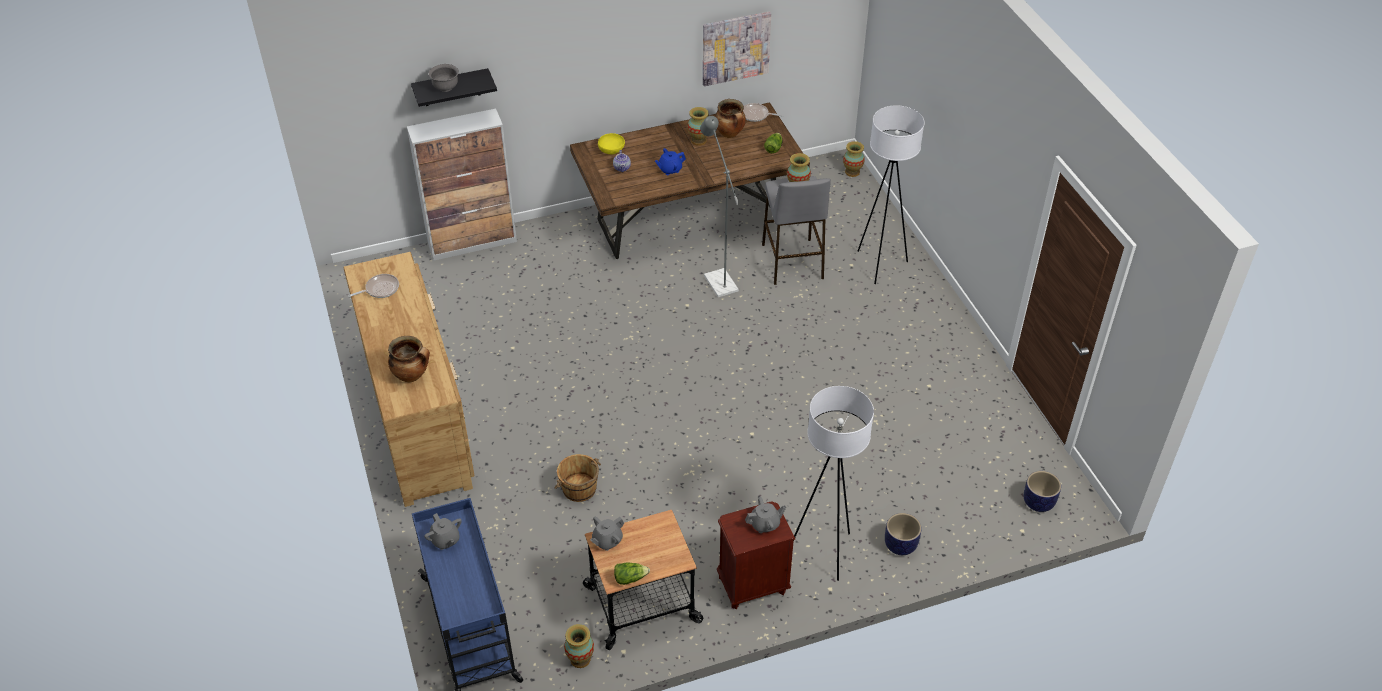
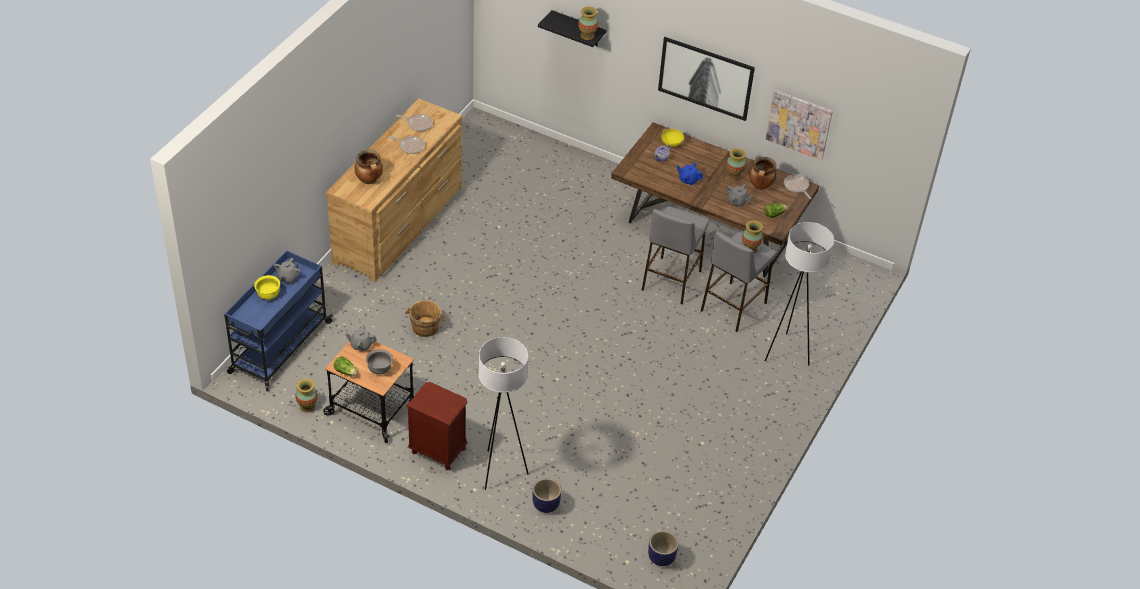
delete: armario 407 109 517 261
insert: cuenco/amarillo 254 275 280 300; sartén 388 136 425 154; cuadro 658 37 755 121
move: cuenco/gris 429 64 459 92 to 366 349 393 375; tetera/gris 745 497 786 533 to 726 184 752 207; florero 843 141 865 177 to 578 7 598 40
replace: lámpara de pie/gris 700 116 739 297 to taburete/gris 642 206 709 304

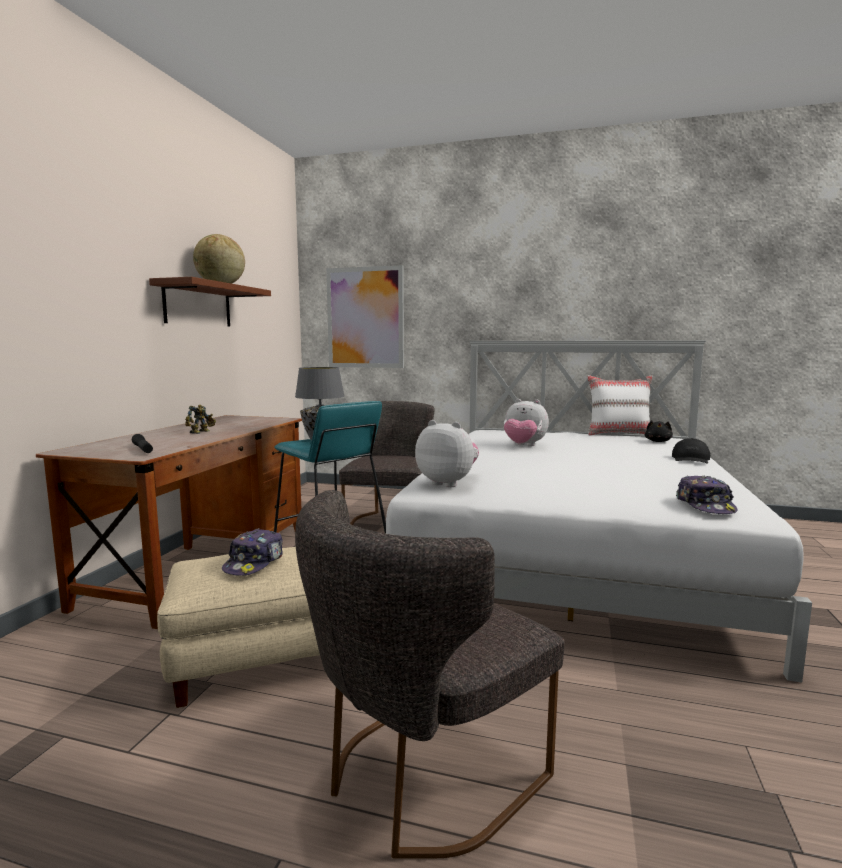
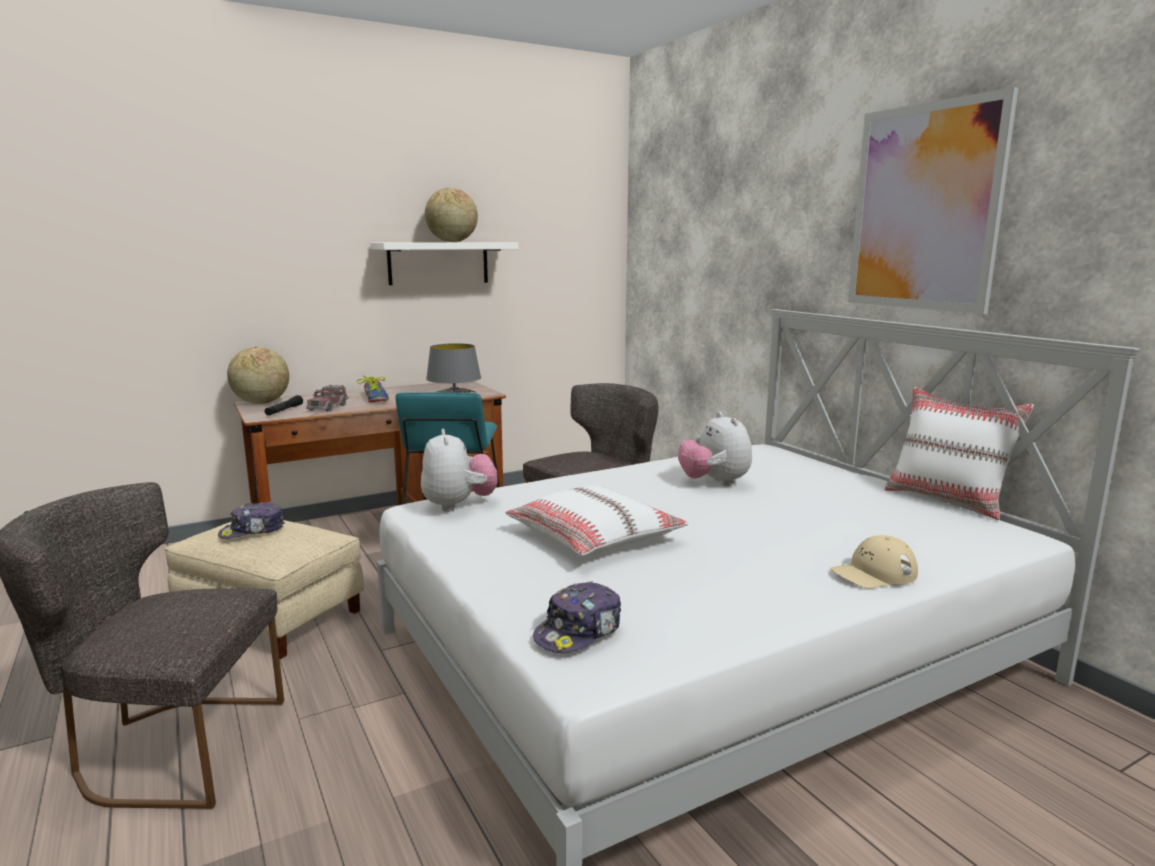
delete: peluche/negro 645 420 673 442
insert: globo terráqueo 227 347 289 404; camión de juguete 306 385 349 411; cojín/blanco 505 486 689 556
move: cuadro 326 265 404 368 to 848 87 1018 314
replace: robot de juguete 185 405 216 434 to zapato 357 375 389 402
recolor: estante/marrón 149 277 271 327 to estante/blanco 370 243 519 285; gorra/negro 672 438 710 464 to gorra/beis 830 535 918 589

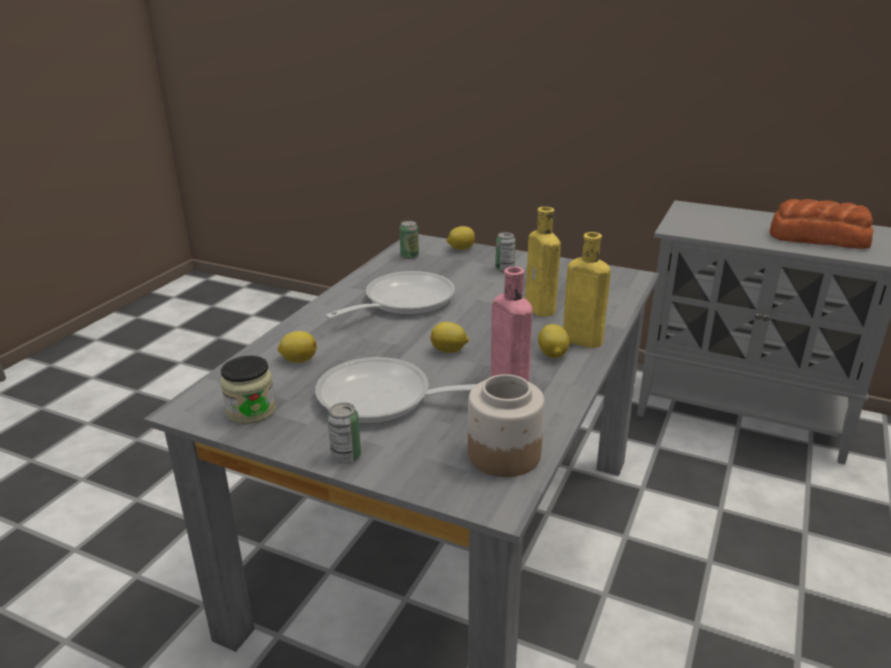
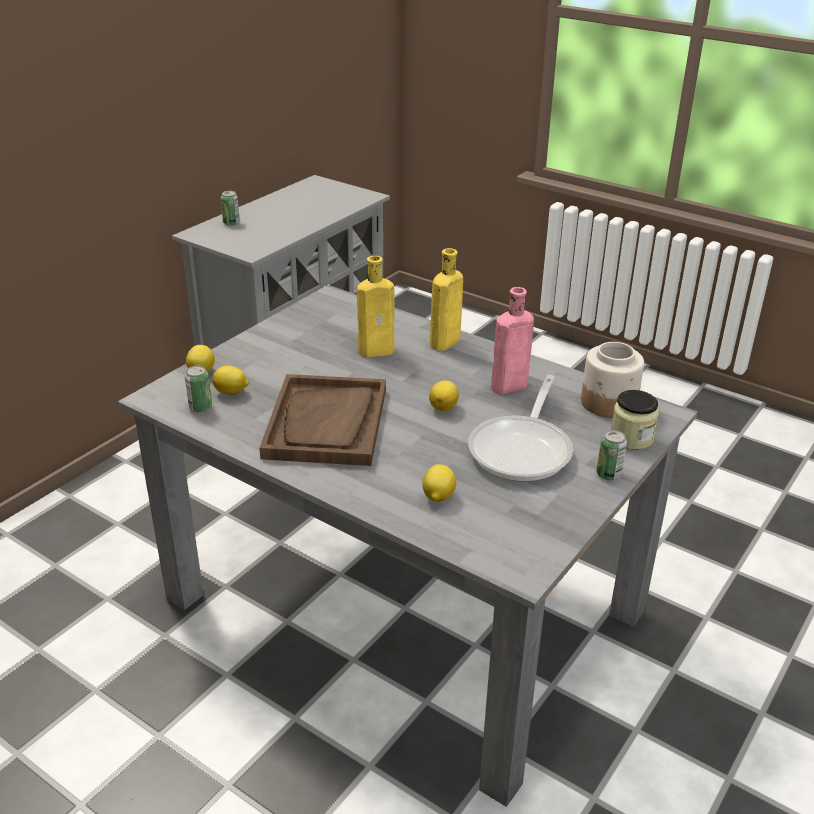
delete: pan 770 199 874 249
move: tarro 220 356 276 424 to 611 390 659 450; lata 495 232 516 272 to 221 191 240 226; limón 538 324 569 358 to 212 366 249 395
replace: sartén 325 271 455 319 to bandeja/marrón 259 374 386 466

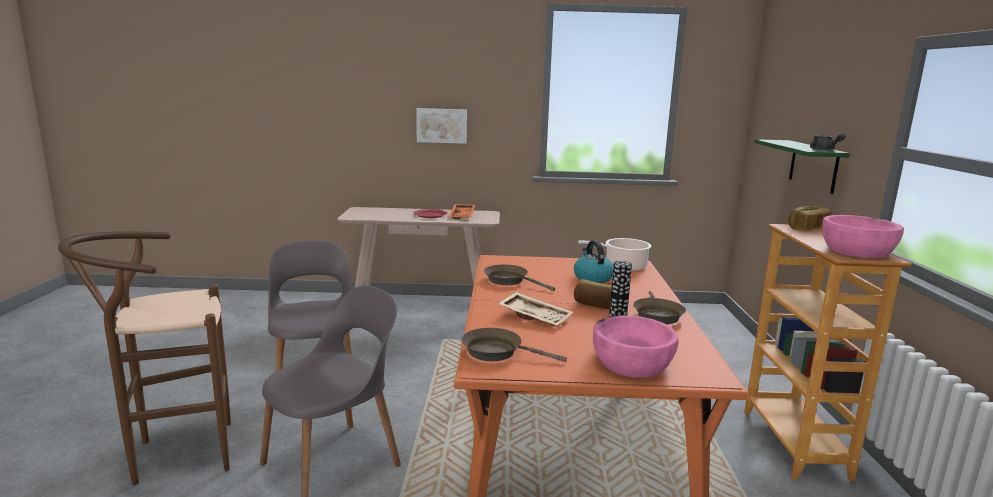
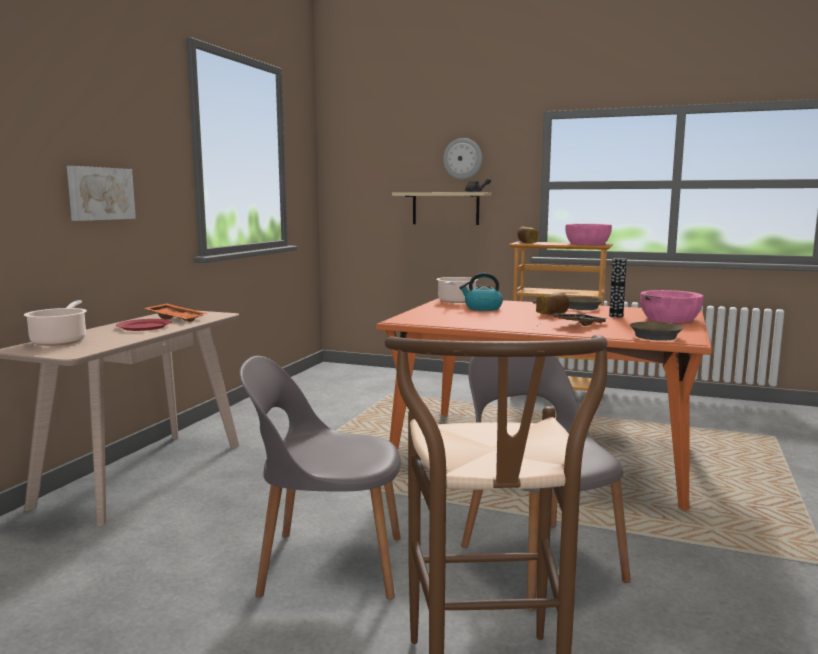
delete: sartén/marrón 484 265 555 291
insert: olla 24 300 87 346; reloj de pared 443 138 482 179
recolor: bandeja/beis 498 292 573 327 to bandeja/negro 550 313 607 326; estante/verde 754 139 850 194 to estante/beis 392 192 491 225

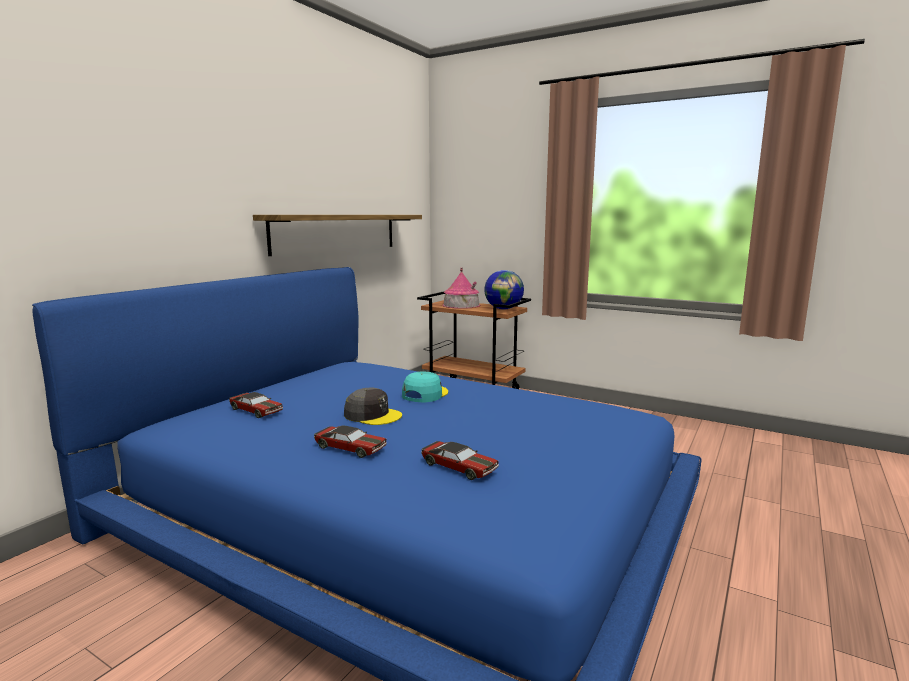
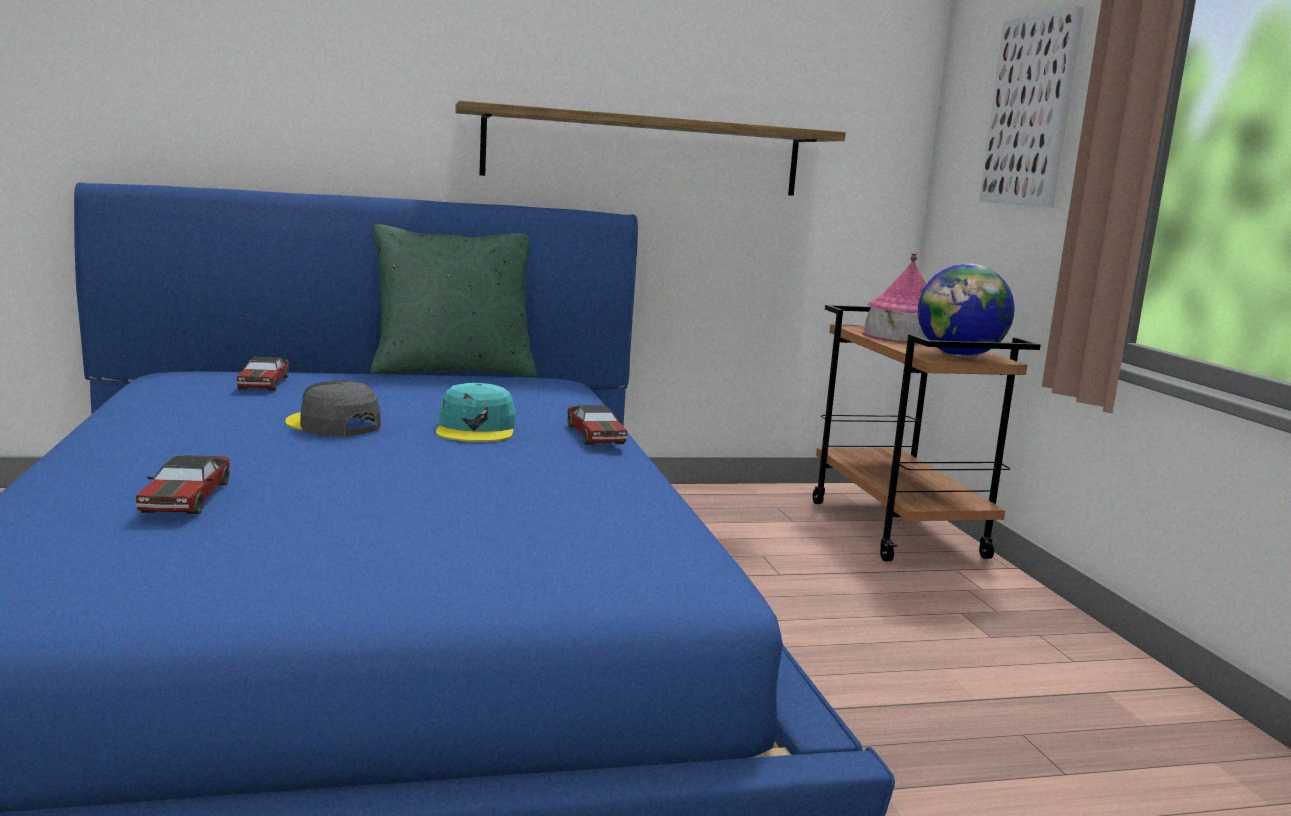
insert: cojín/verde 370 224 536 377; cuadro 979 5 1084 207
move: coche de juguete 314 425 387 458 to 568 405 627 445
rotate: gorra/gris 344 388 402 425 = 285 381 381 437 150 degrees clockwise; gorra/turquesa 402 371 448 403 = 436 383 515 442 105 degrees clockwise

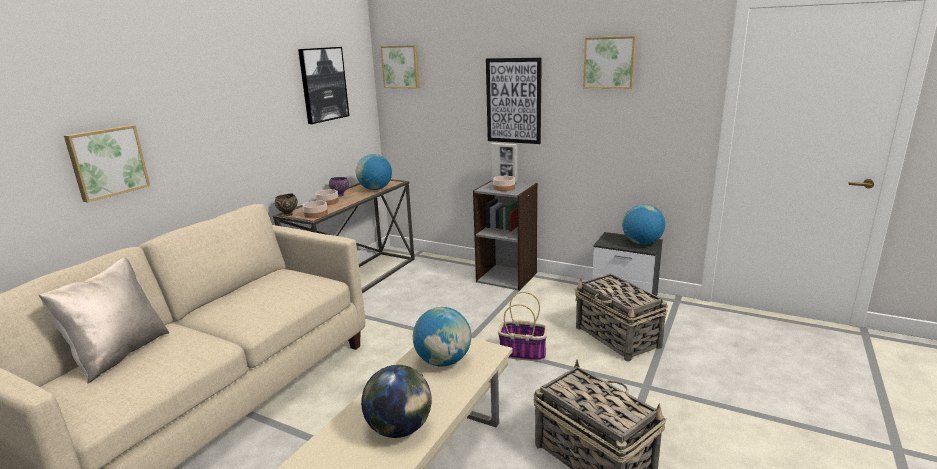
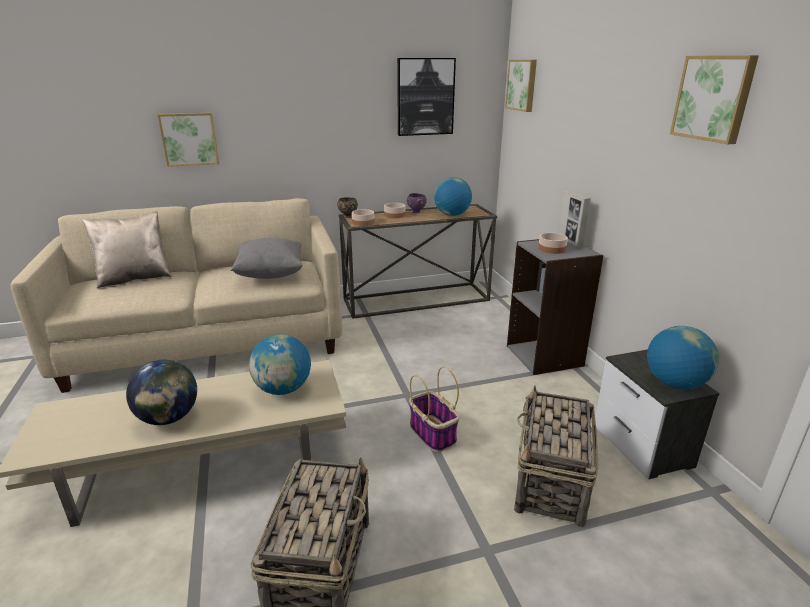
delete: cuadro 486 58 542 144
insert: cojín/gris 230 238 303 279

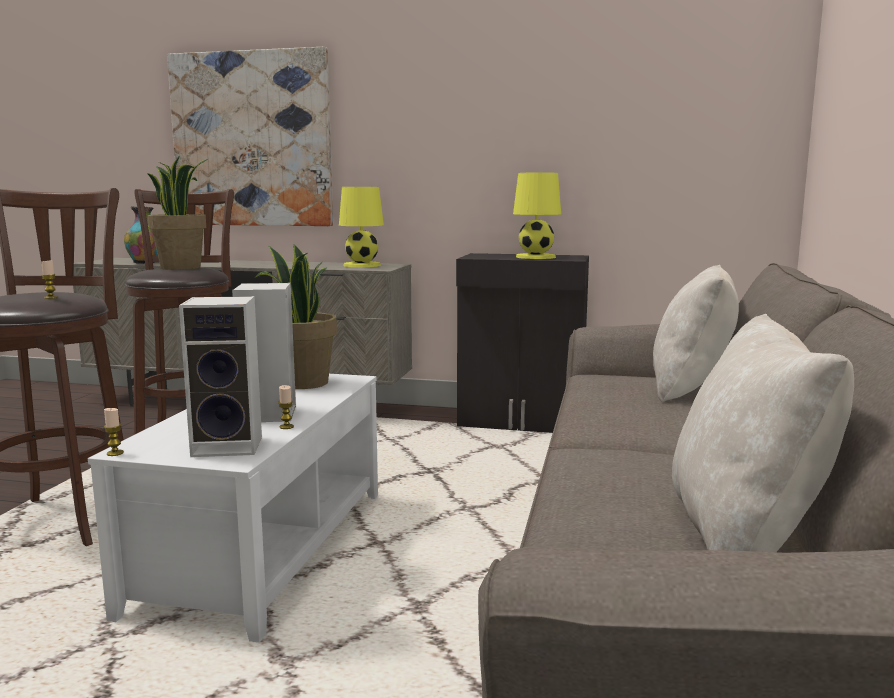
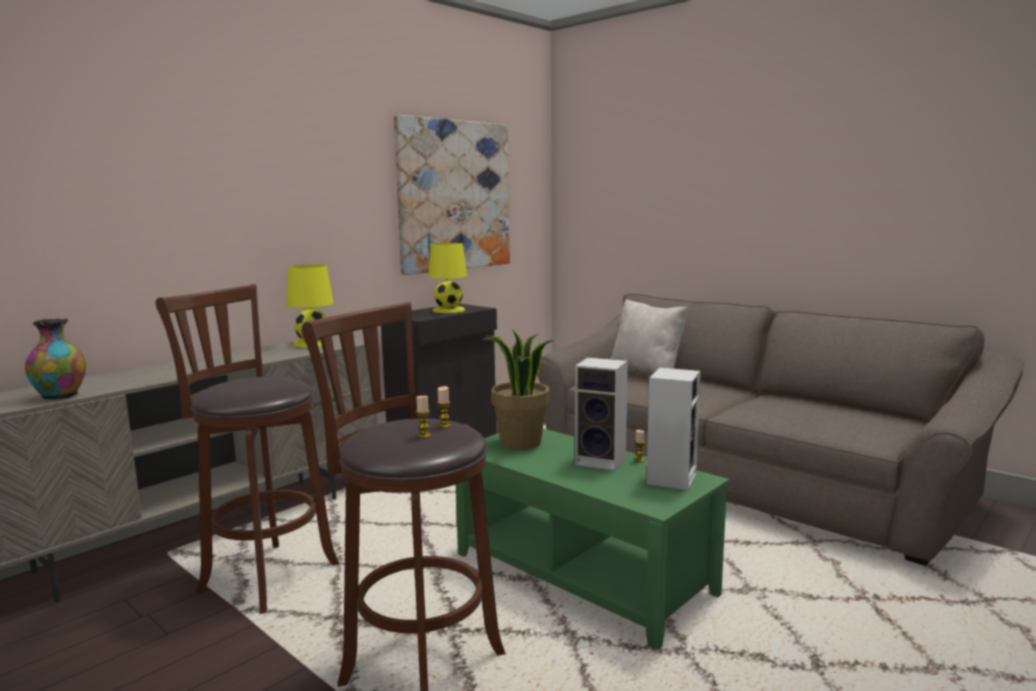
delete: planta en maceta 147 157 208 270; cojín/beis 672 314 854 552
move: vela 104 408 124 456 to 416 396 431 438; cuadro 167 47 333 226 to 394 115 510 275
recolor: mesa de centro/blanco 88 374 378 643 to mesa de centro/verde 456 428 729 650

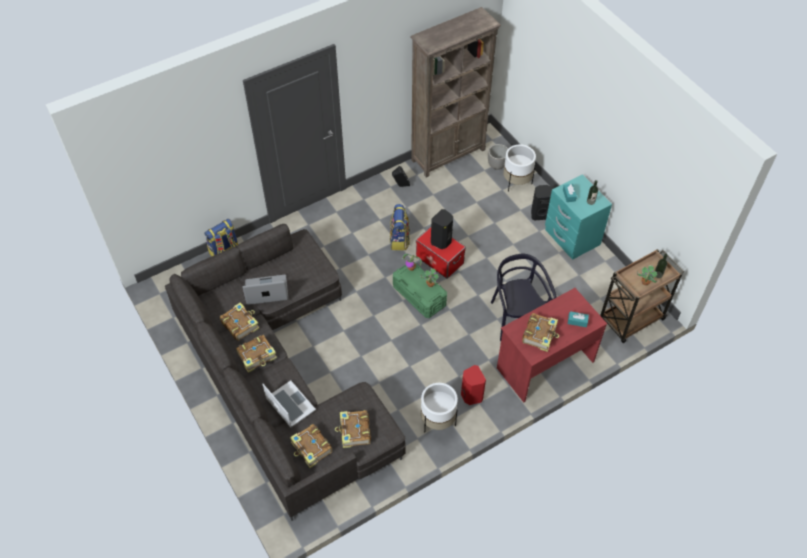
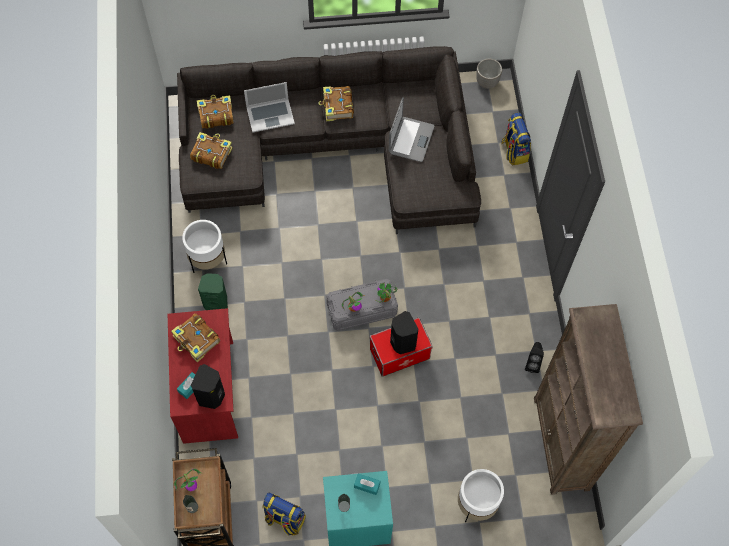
delete: libro 220 302 259 341; silla/negro 491 254 557 341
move: mochila 390 204 410 251 to 262 493 306 536; maceta 488 144 508 170 to 476 59 502 89; altavoz/negro 531 185 552 221 to 191 364 225 409
recolor: caja de almacenaje/verde 393 261 447 318 to caja de almacenaje/gris 326 279 398 331; altavoz/rojo 461 365 486 405 to altavoz/verde 198 273 228 310

